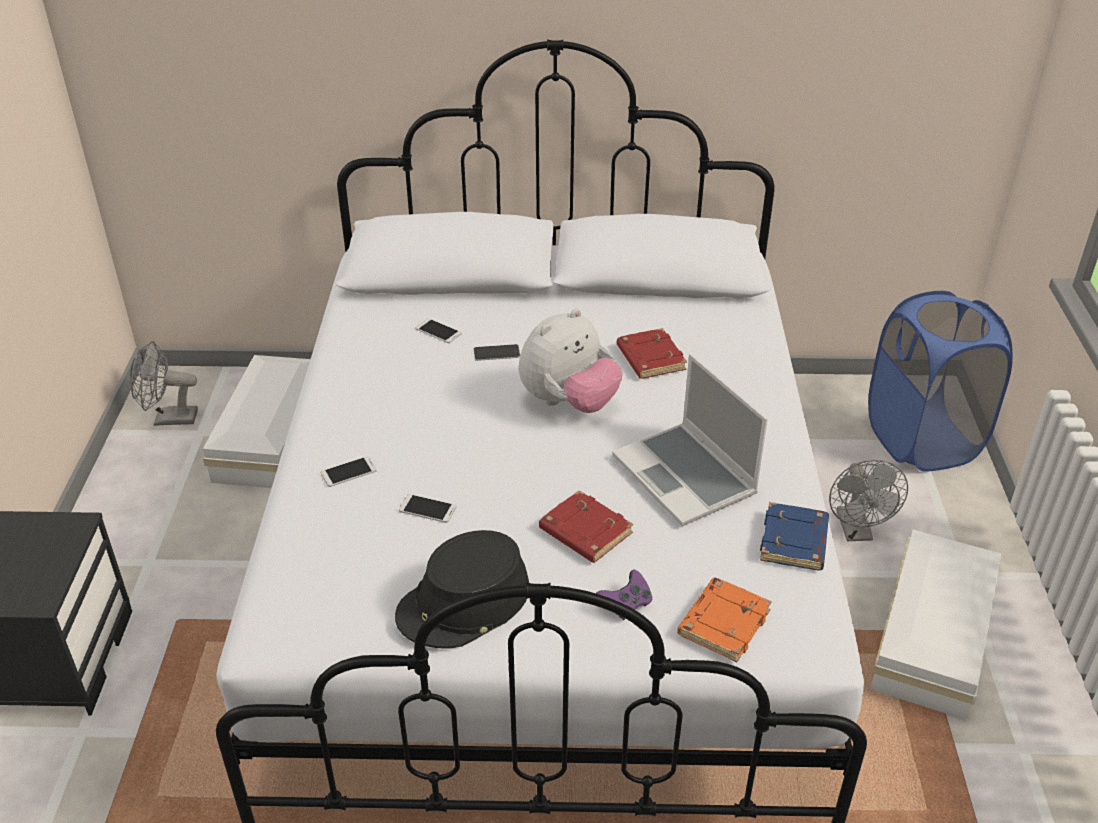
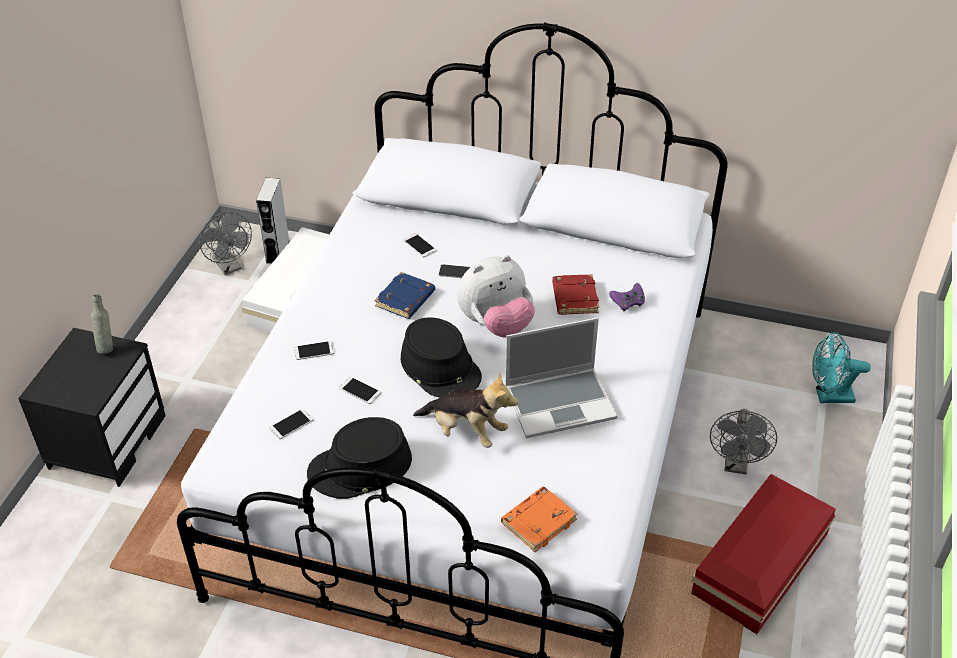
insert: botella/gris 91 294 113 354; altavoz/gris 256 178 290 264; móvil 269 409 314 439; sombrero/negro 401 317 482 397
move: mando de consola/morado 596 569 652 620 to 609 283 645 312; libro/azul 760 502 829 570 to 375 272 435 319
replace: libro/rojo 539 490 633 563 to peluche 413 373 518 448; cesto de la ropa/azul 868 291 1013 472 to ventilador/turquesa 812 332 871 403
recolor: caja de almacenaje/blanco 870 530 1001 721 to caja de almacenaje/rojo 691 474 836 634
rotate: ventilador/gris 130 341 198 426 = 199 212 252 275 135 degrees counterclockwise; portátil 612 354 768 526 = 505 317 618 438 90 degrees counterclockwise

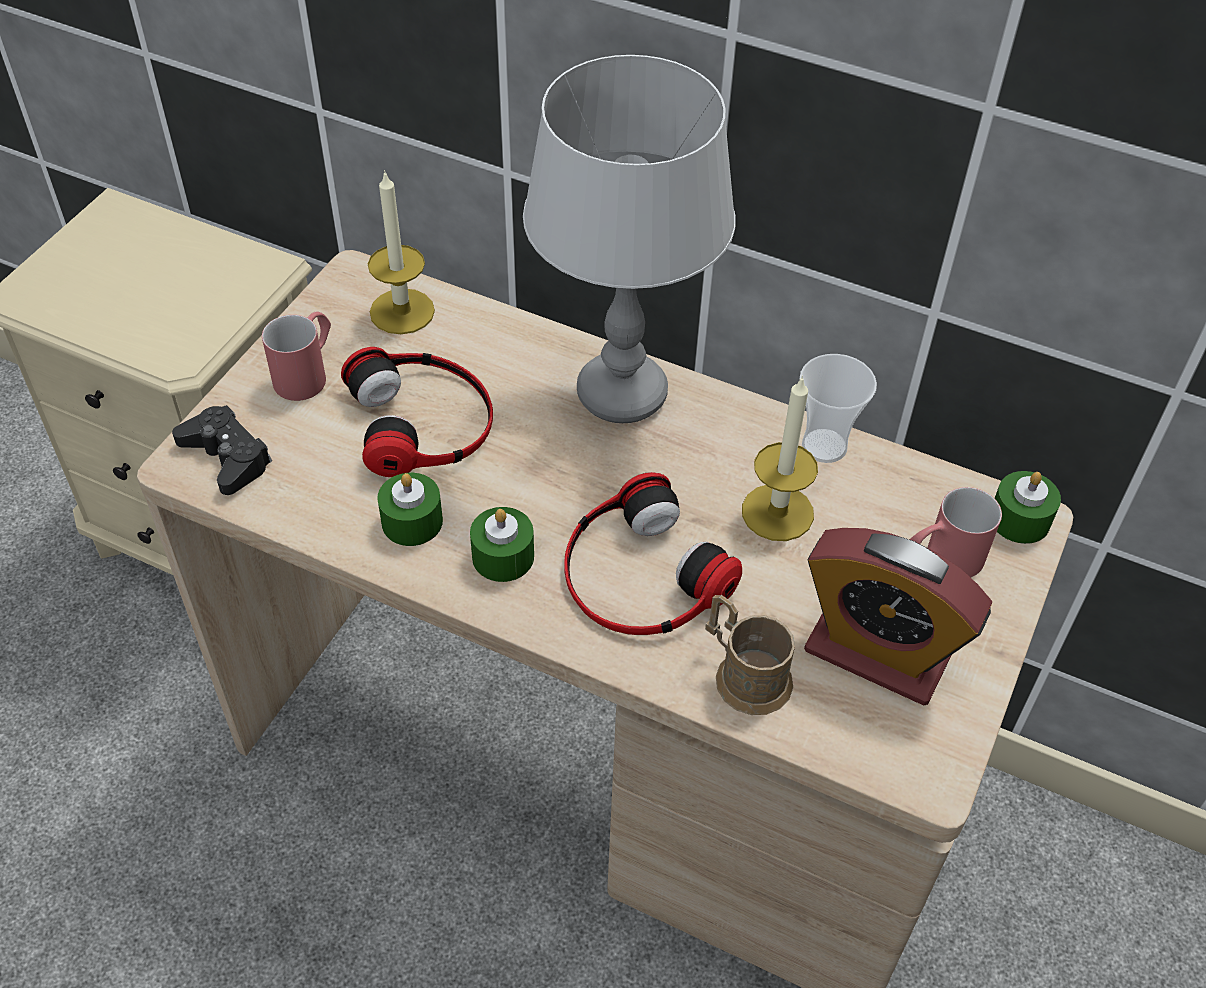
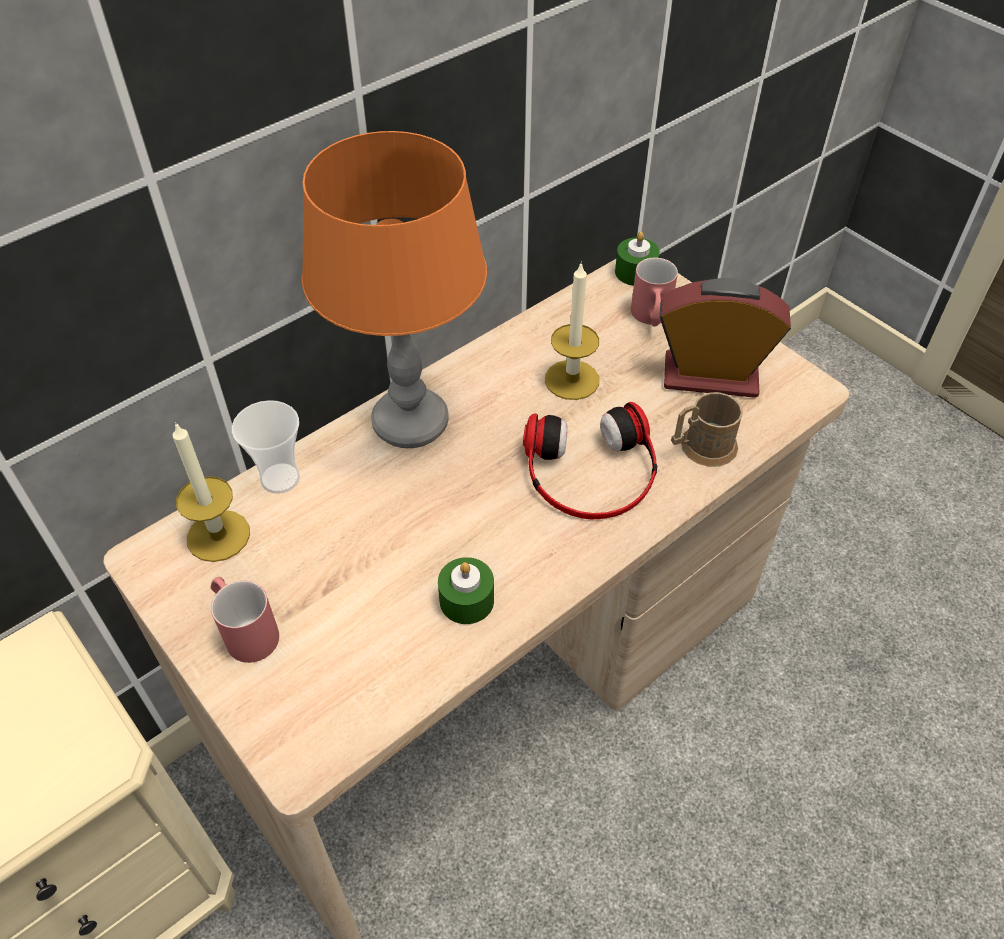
delete: mando de consola/negro 172 405 272 495; auriculares 341 347 493 477; vela/verde 470 507 534 582
move: taza 800 354 877 463 to 232 400 300 494
recolor: lámpara de mesa/gris 523 55 736 423 to lámpara de mesa/naranja 302 131 487 448
rotate: despertador 804 528 992 705 = 660 278 791 398 135 degrees counterclockwise

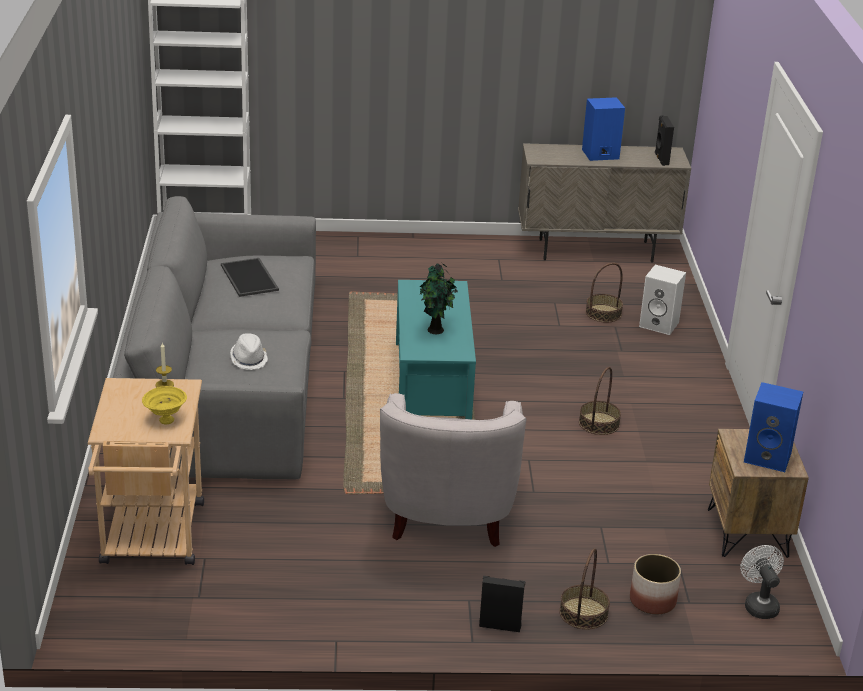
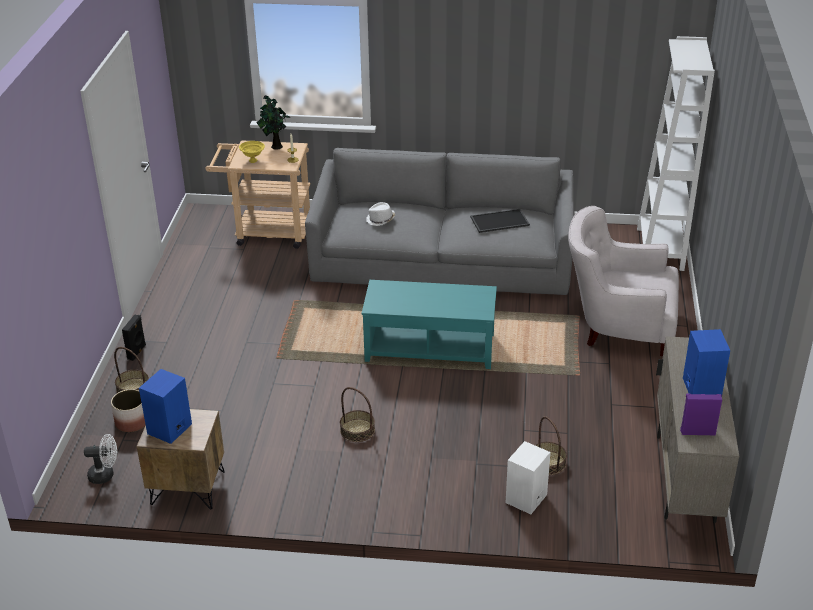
move: sillón/blanco 380 393 526 547 to 568 206 679 356; planta en maceta 420 263 458 334 to 257 95 291 150
recolor: altavoz/negro 655 115 674 166 to altavoz/morado 680 394 722 435

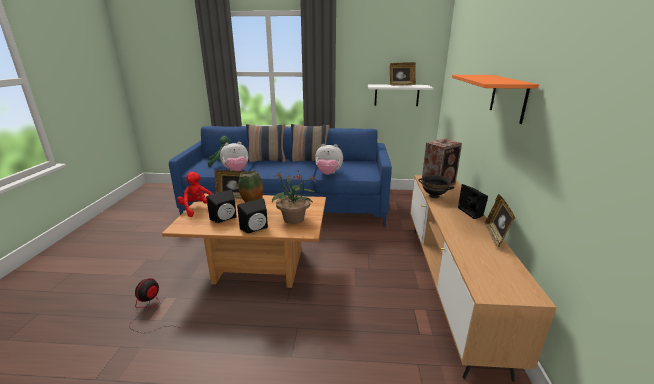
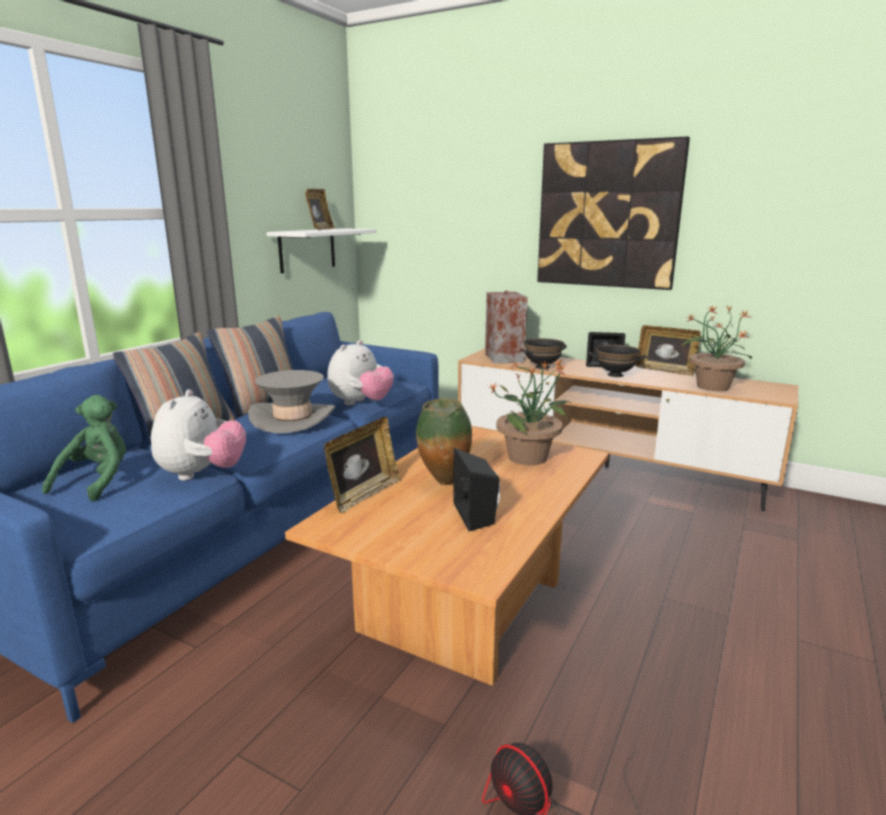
delete: peluche/rojo 177 172 213 217; altavoz/negro 237 198 268 234
insert: sombrero/gris 248 370 335 434; cuenco/negro 589 345 647 377; planta en maceta 681 305 752 391
replace: estante/naranja 452 75 539 124 to cuadro 537 136 690 290

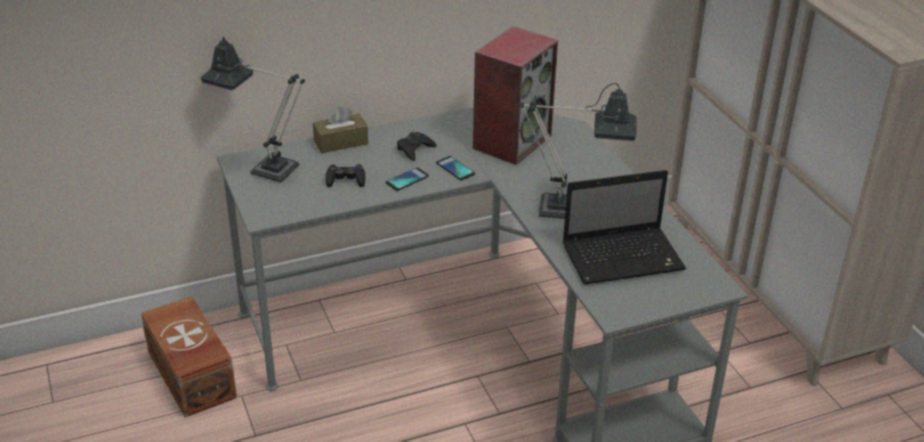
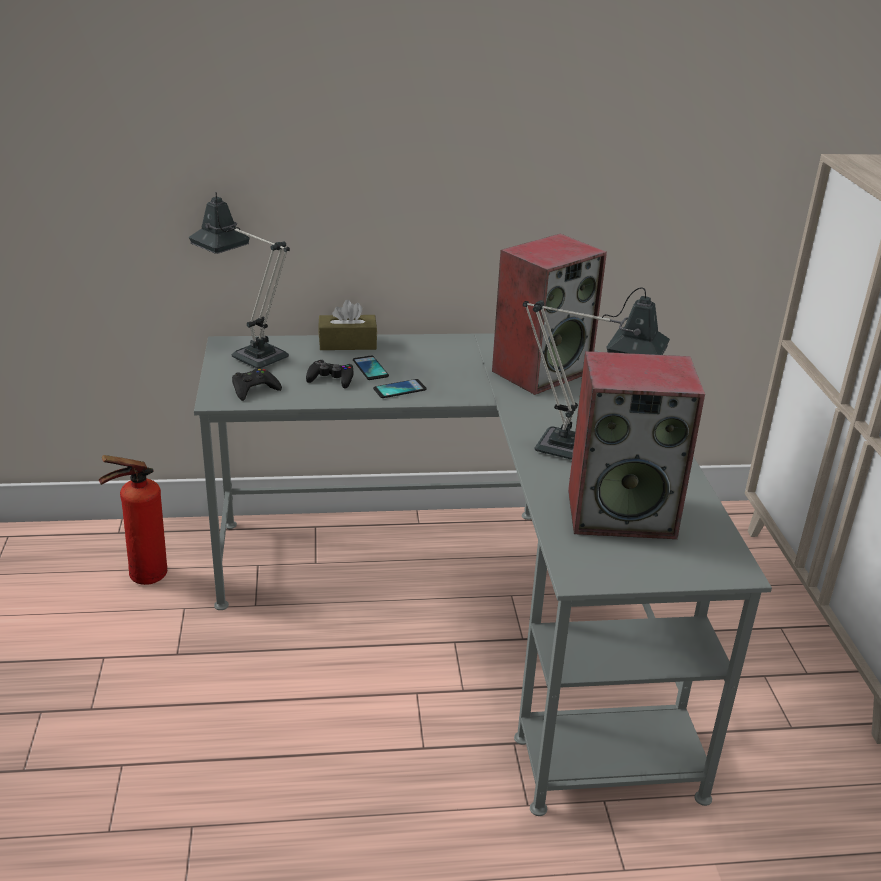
move: mando de consola/negro 397 132 437 161 to 232 368 282 401; móvil 436 156 475 181 to 353 356 389 380
replace: caja de almacenaje/marrón 141 296 237 417 to extintor 99 455 167 585; portátil 563 170 686 285 to altavoz 568 351 705 539

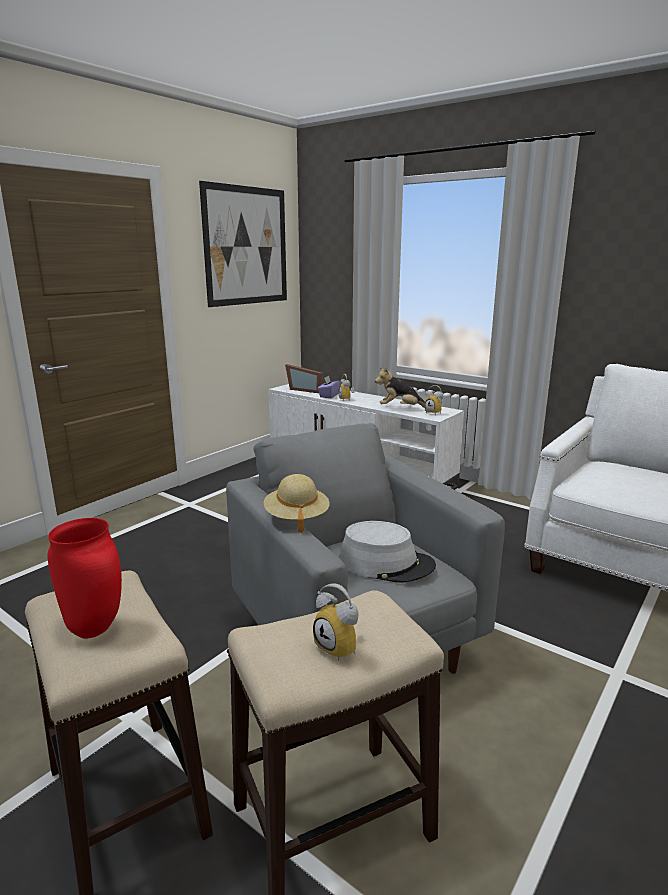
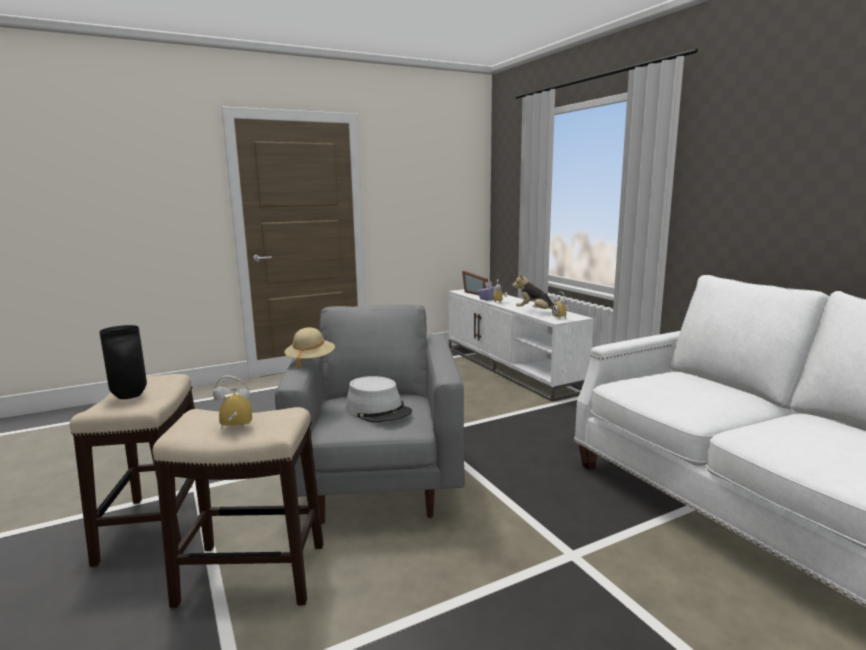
delete: cuadro 199 181 287 307
recolor: florero/rojo 47 518 122 639 to florero/negro 100 325 147 399
rotate: despertador 313 583 358 661 = 213 375 252 430 105 degrees clockwise

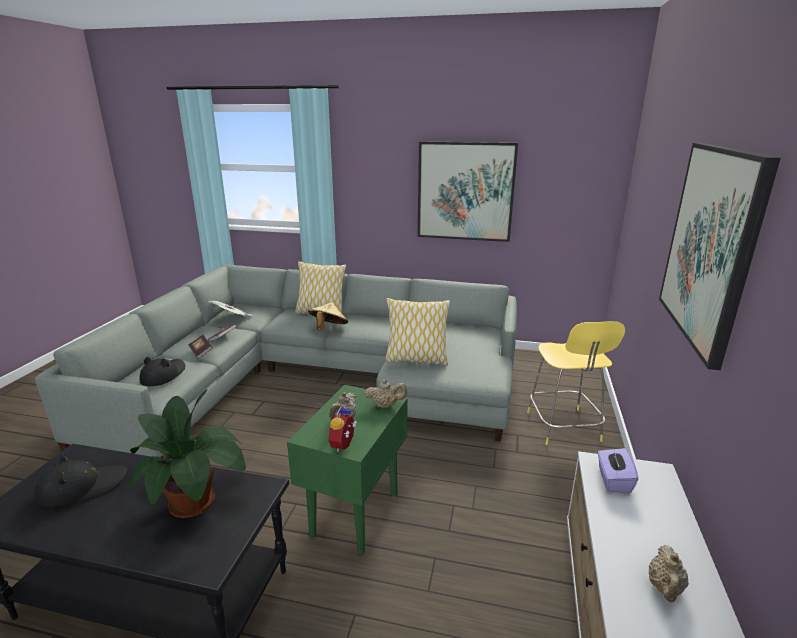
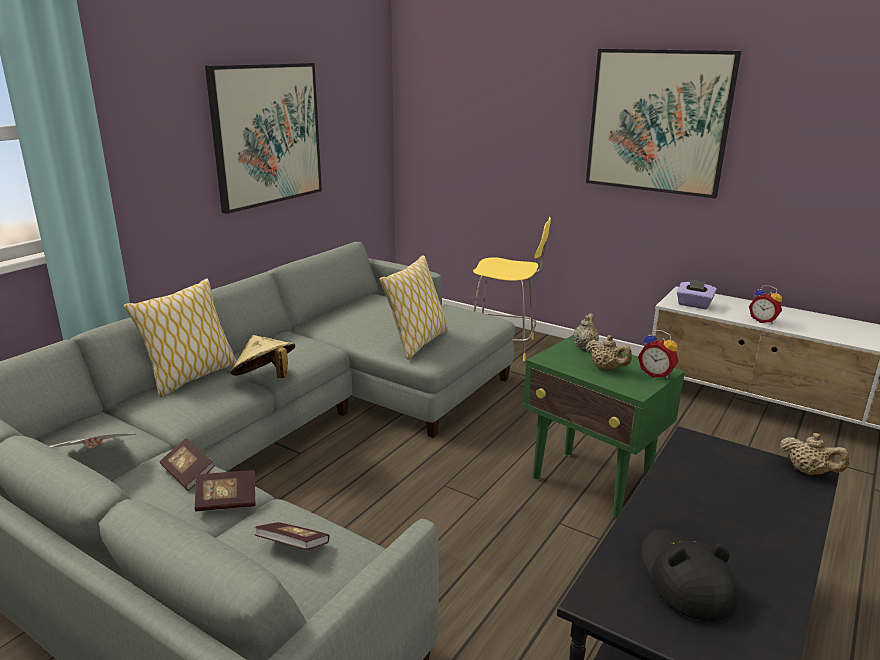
delete: planta en maceta 129 389 246 518
insert: despertador 749 285 782 324
move: tetera/beis 649 545 689 602 to 780 433 849 475
replace: sombrero/negro 140 357 185 386 to libro 254 522 330 550

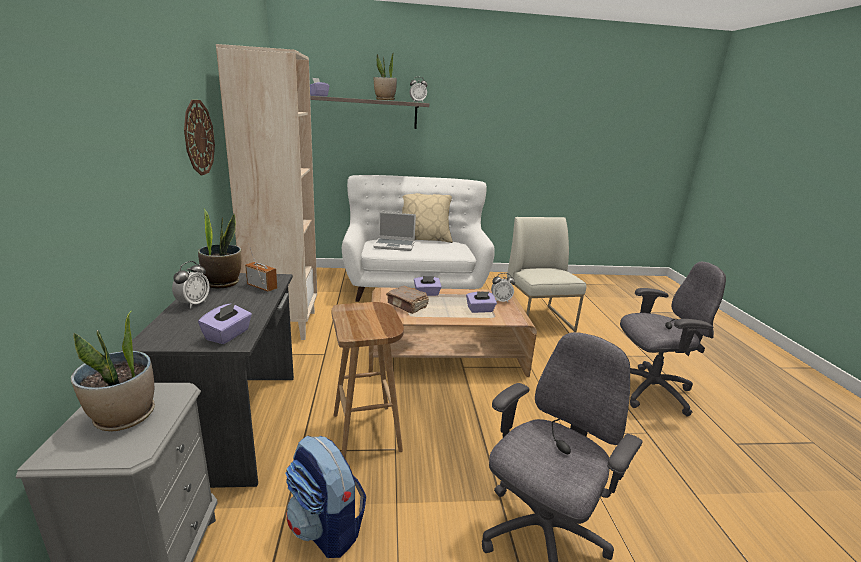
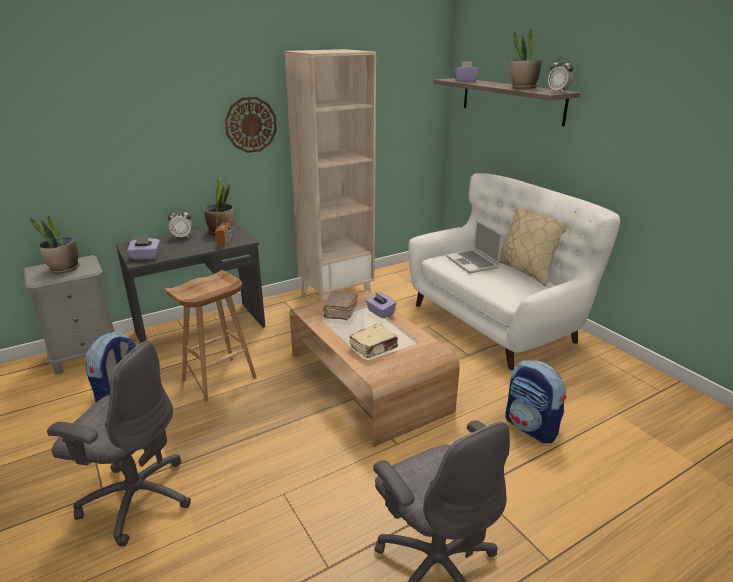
delete: despertador 491 273 515 302
replace: caja de pañuelos/morado 466 291 497 313 to libro/beis 349 324 398 358; silla/blanco 507 217 586 332 to mochila 505 360 567 443

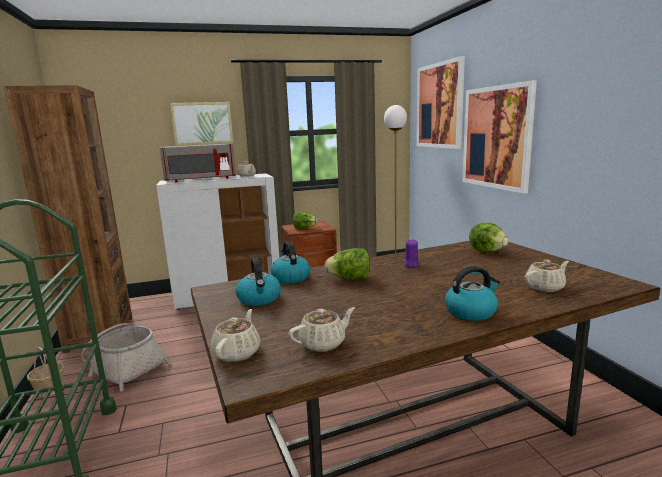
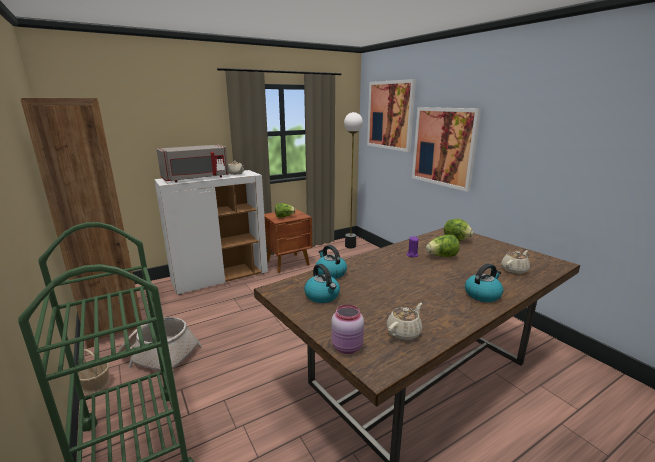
delete: cuadro 170 102 233 146
move: lechuga 325 248 370 280 to 426 234 460 257
replace: tetera/beis 211 309 261 362 to tarro/rosa 331 305 364 354

